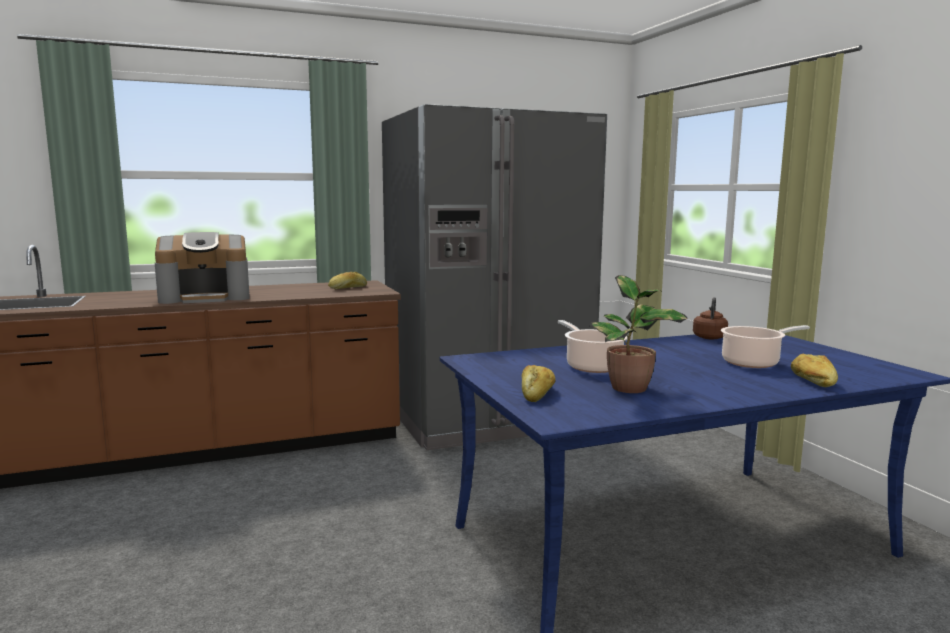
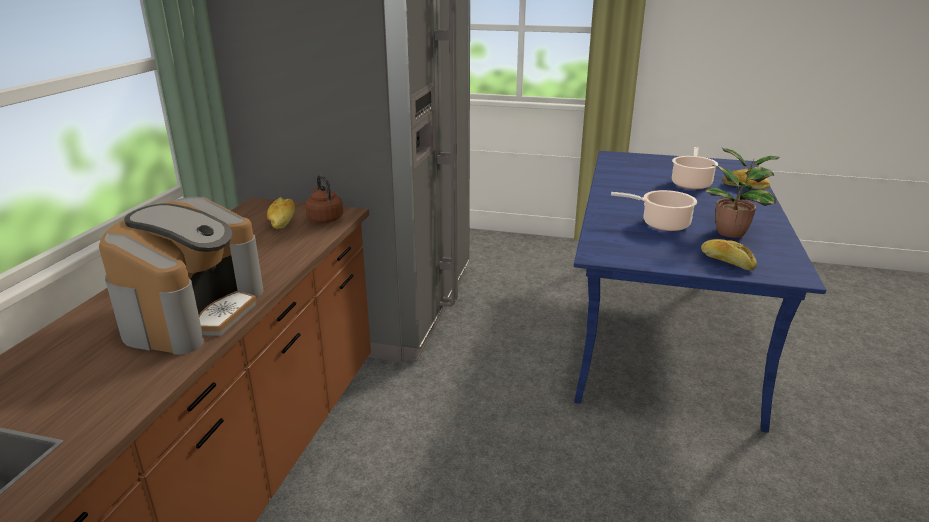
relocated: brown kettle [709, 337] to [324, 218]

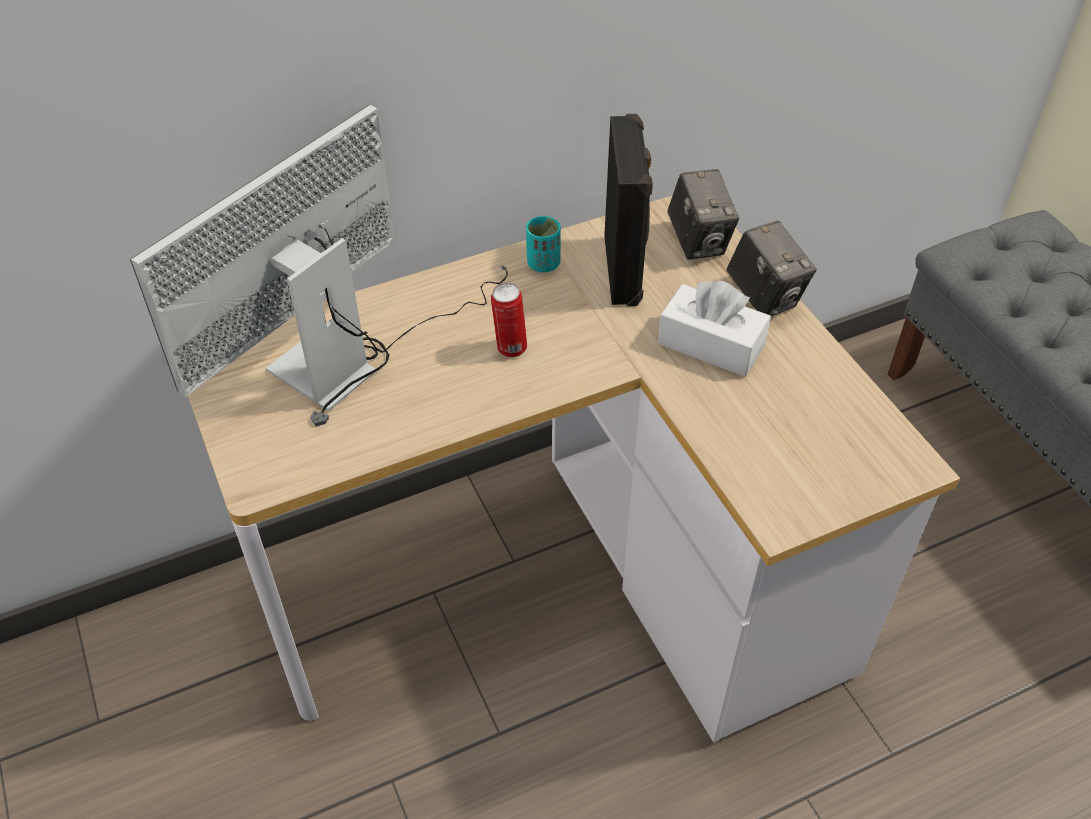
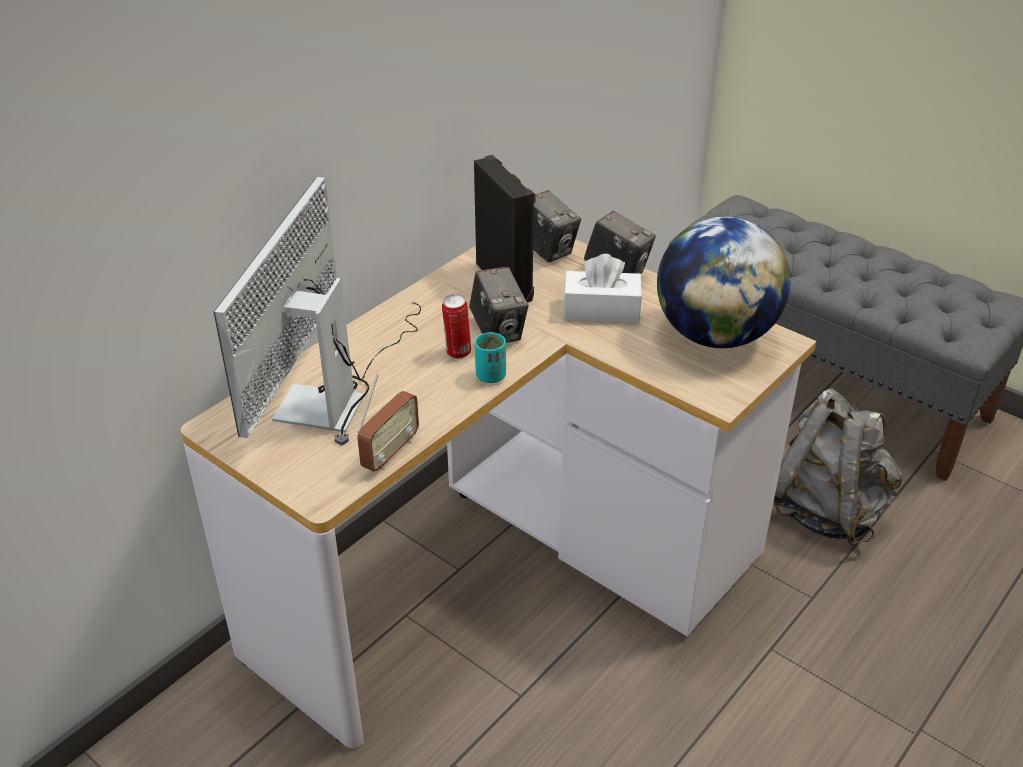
appeared: radio [390, 453]; photo camera [498, 331]; globe [715, 335]; grey backpack [827, 510]
relocated: turquoise cup [543, 264] to [490, 376]

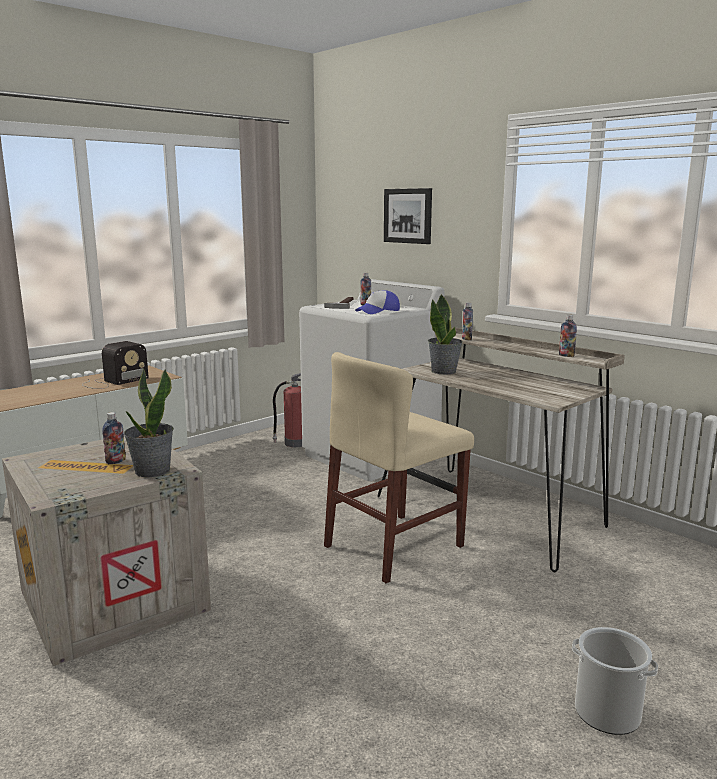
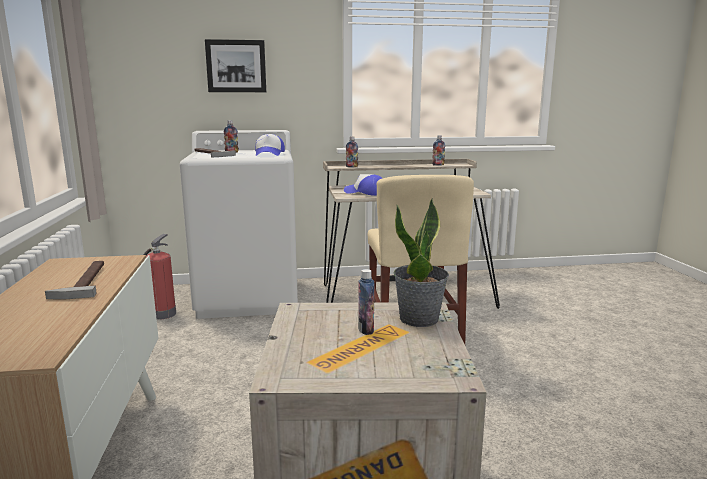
missing: bucket [607, 713]
exchanged: radio [113, 382] to hammer [82, 281]; potted plant [444, 371] to cap [365, 193]

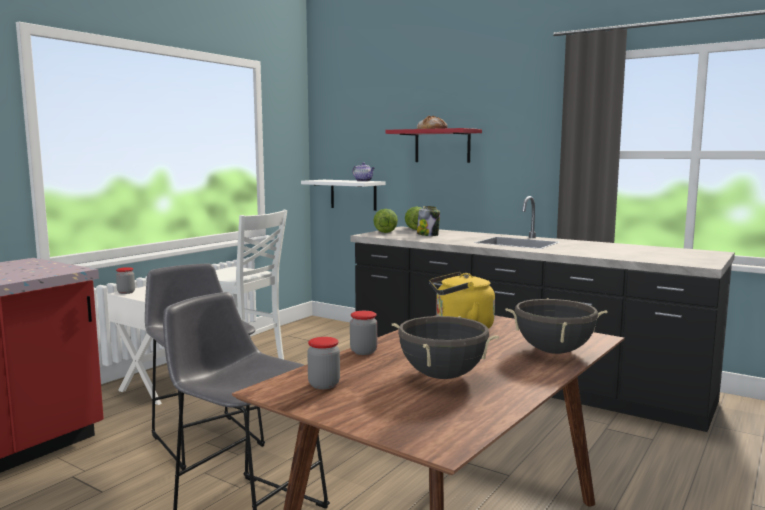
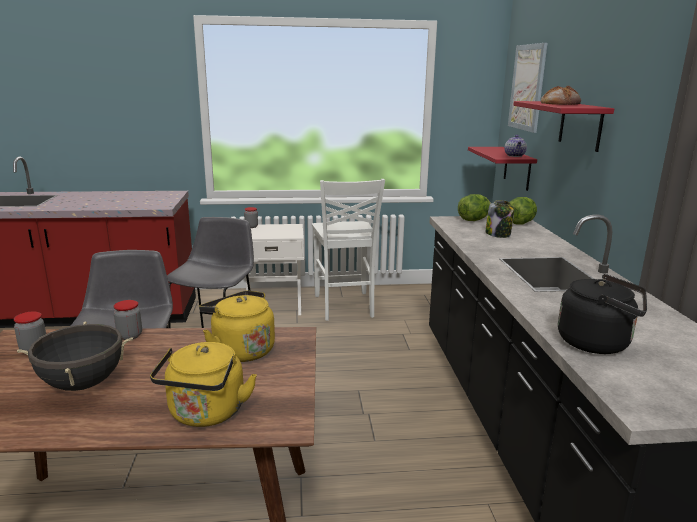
appeared: picture [527, 87]; black kettle [598, 343]
exchanged: black cooking pot [554, 351] to yellow kettle [206, 414]
colour: white shelf [353, 194] to red shelf [517, 168]

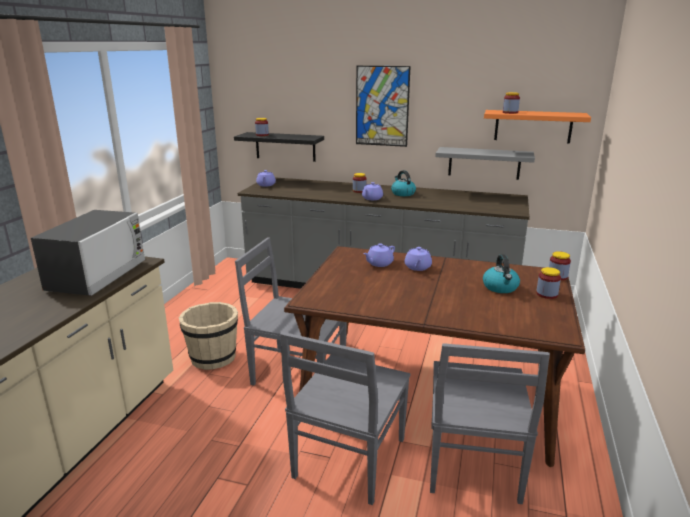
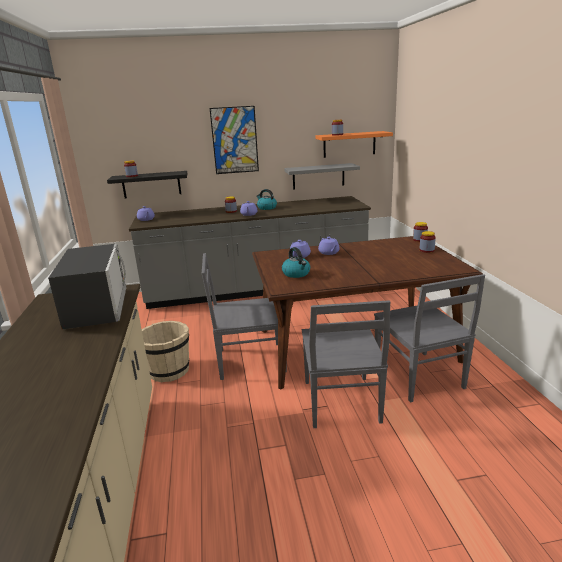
relocated: kettle [500, 287] to [296, 273]

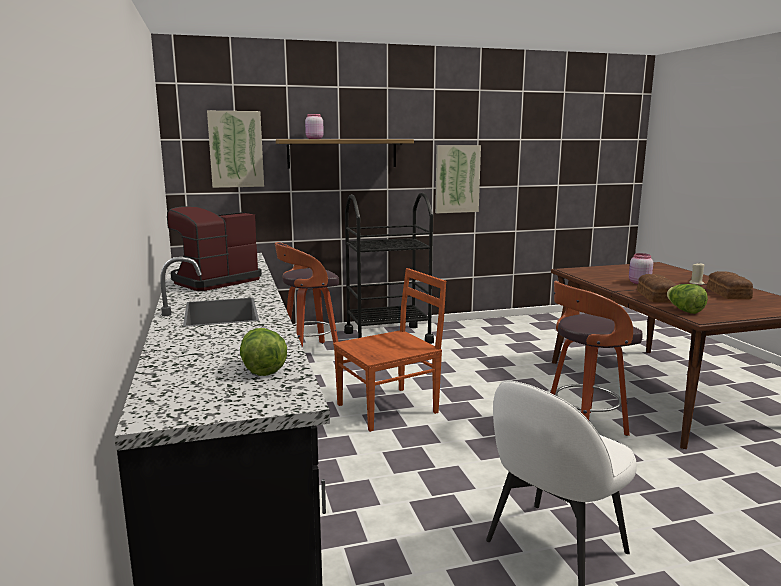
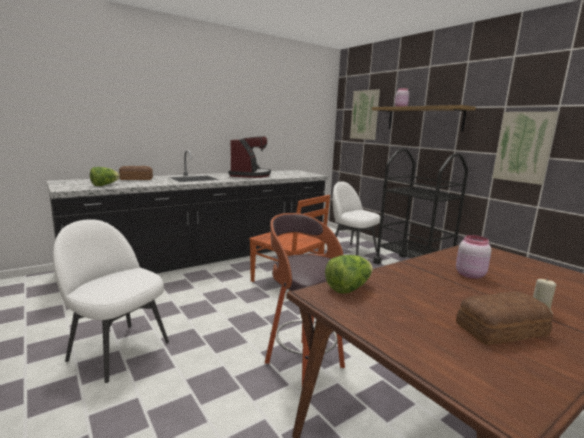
relocated: bread [656, 297] to [136, 179]
exchanged: stool [309, 352] to white chair [352, 251]
spun: coffee machine [213, 281] = [250, 175] 75 degrees clockwise

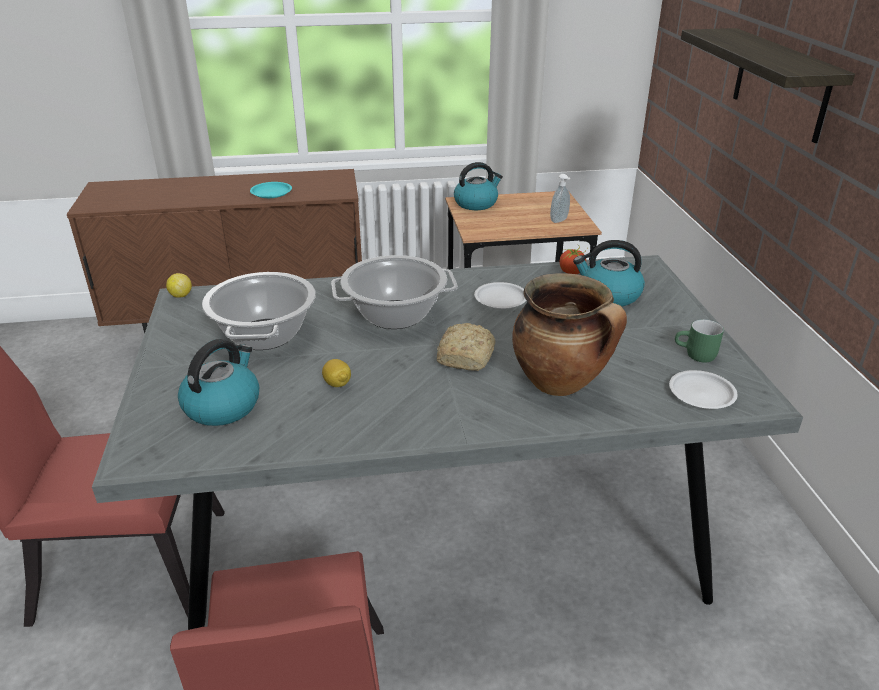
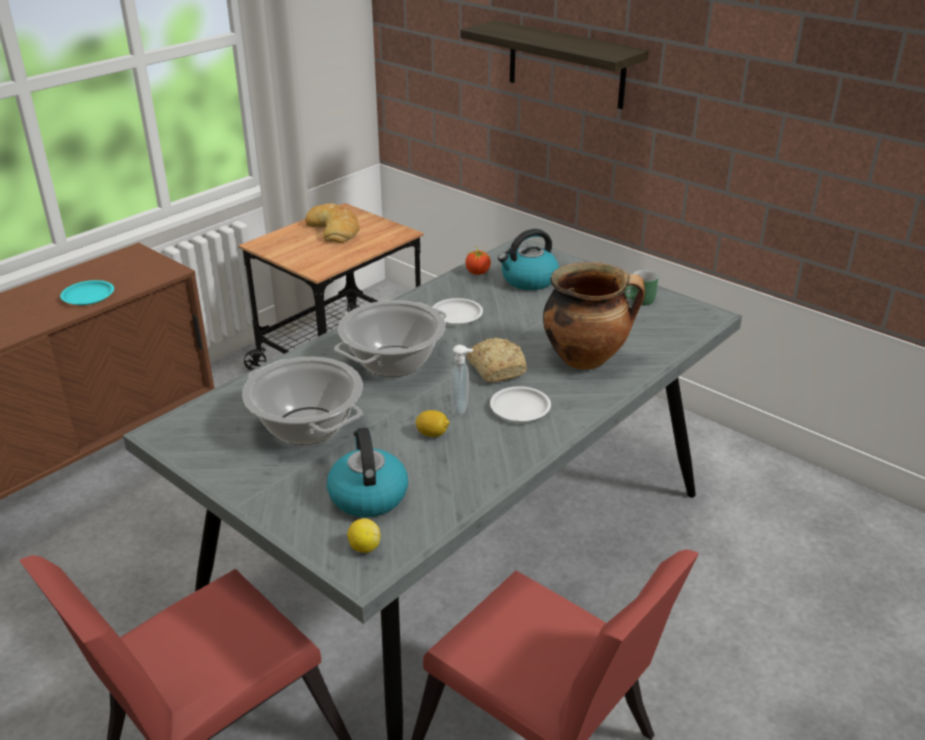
missing: kettle [476, 203]
appeared: bread [334, 229]
relocated: lemon [181, 295] to [364, 547]; soap dispenser [560, 221] to [461, 409]; white plate [701, 393] to [519, 408]

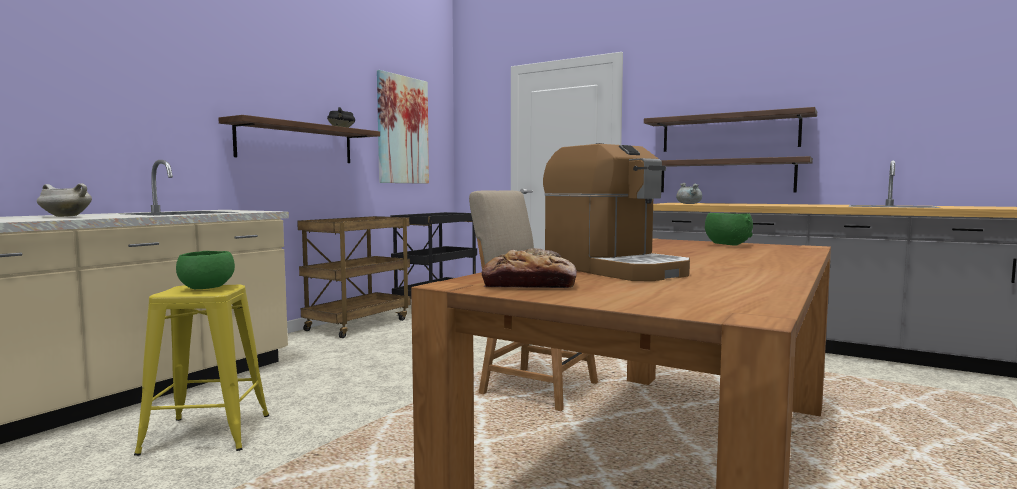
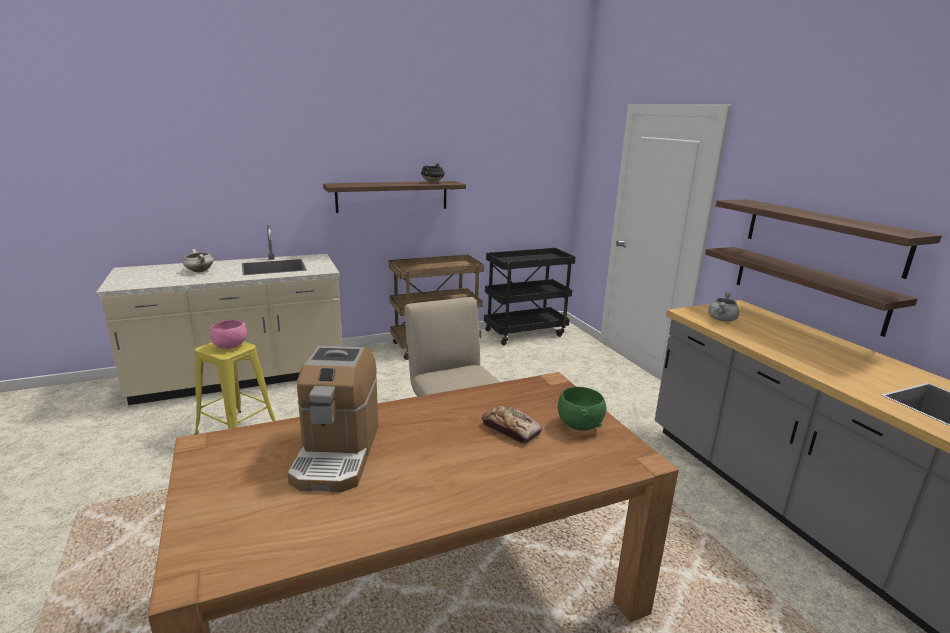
missing: picture [402, 130]
relocated: bread [529, 285] to [511, 430]
colour: green bowl [206, 288] to pink bowl [229, 346]

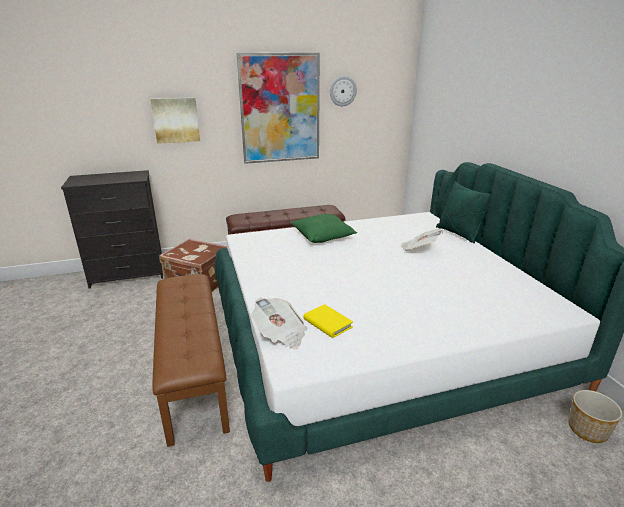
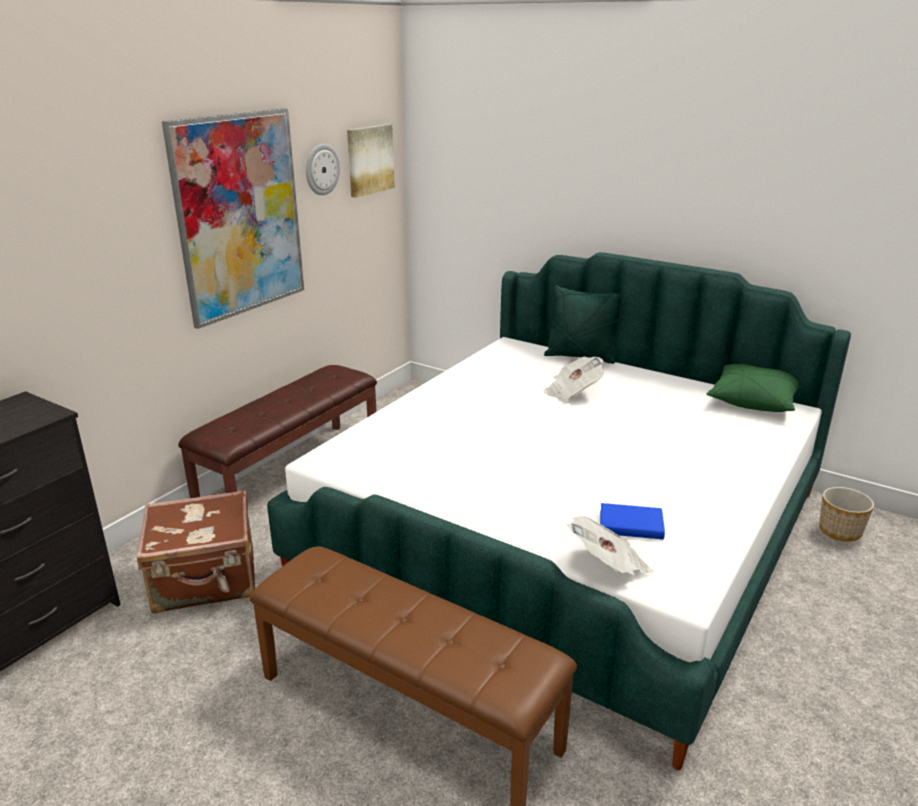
relocated: picture [176, 120] to [369, 160]; green pillow [323, 236] to [753, 400]
colour: yellow book [327, 323] to blue book [631, 525]

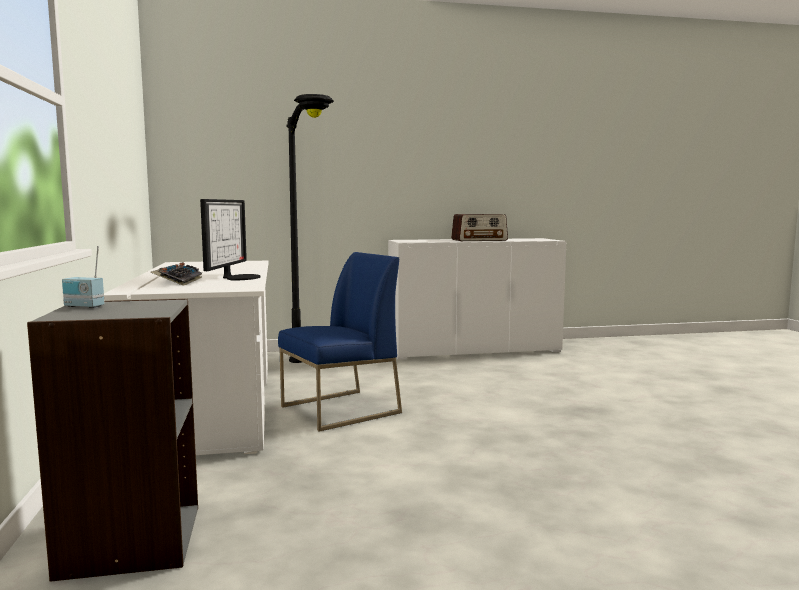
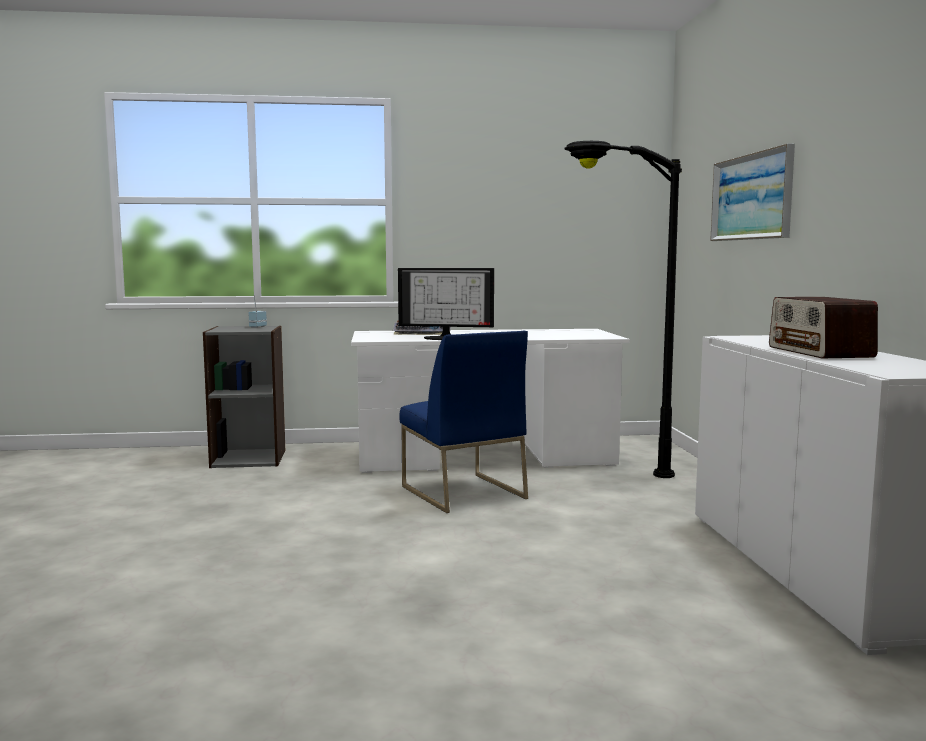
appeared: picture [751, 197]

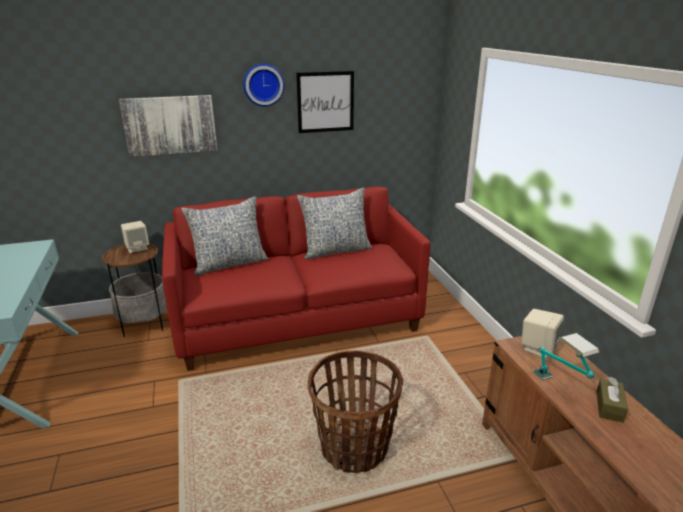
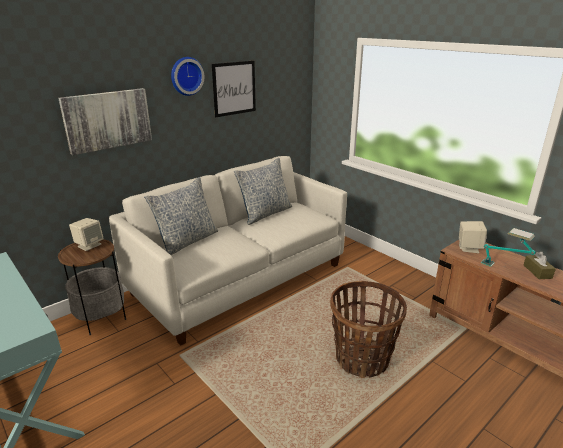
colour: red sofa [296, 319] to white sofa [239, 279]

